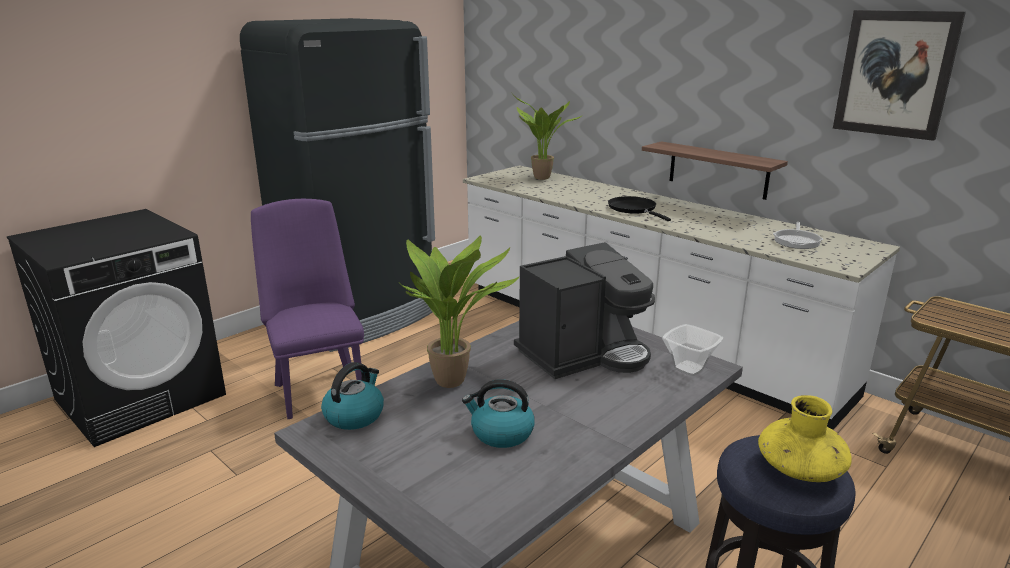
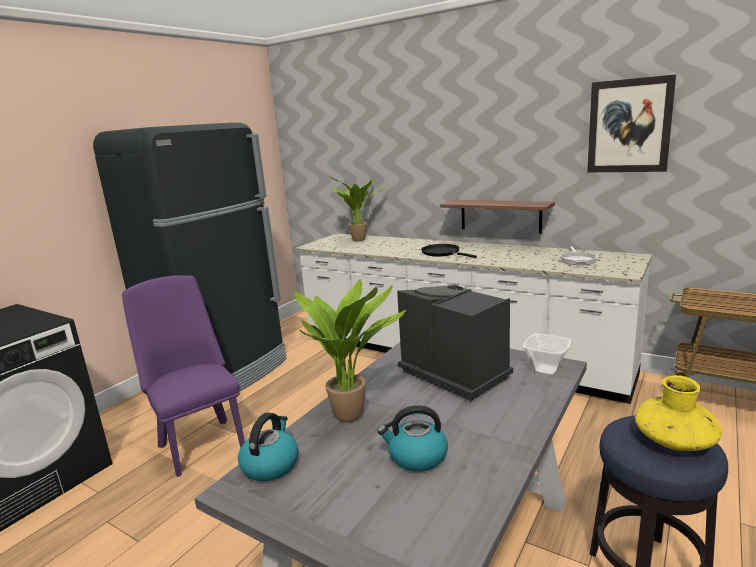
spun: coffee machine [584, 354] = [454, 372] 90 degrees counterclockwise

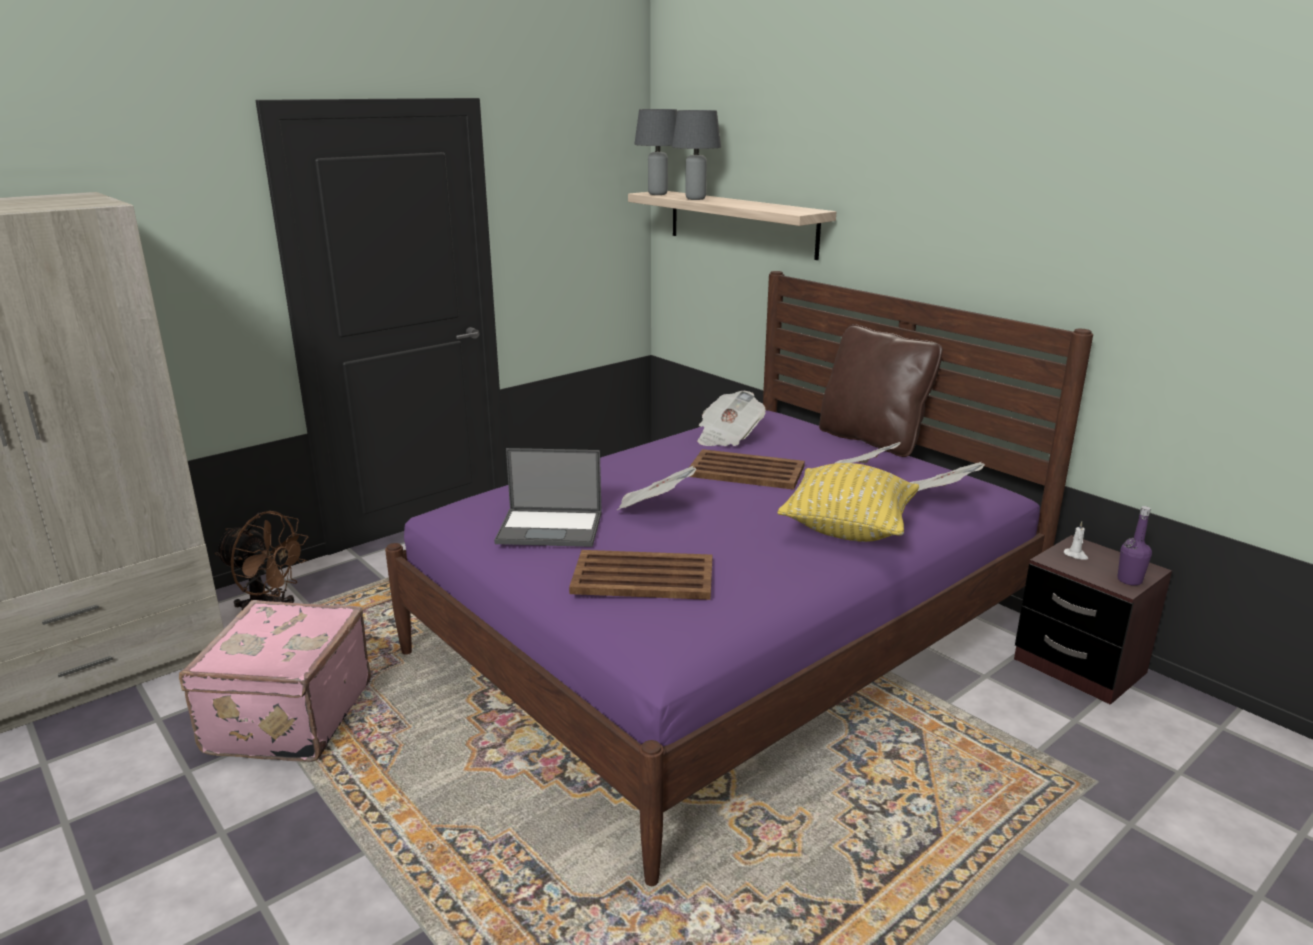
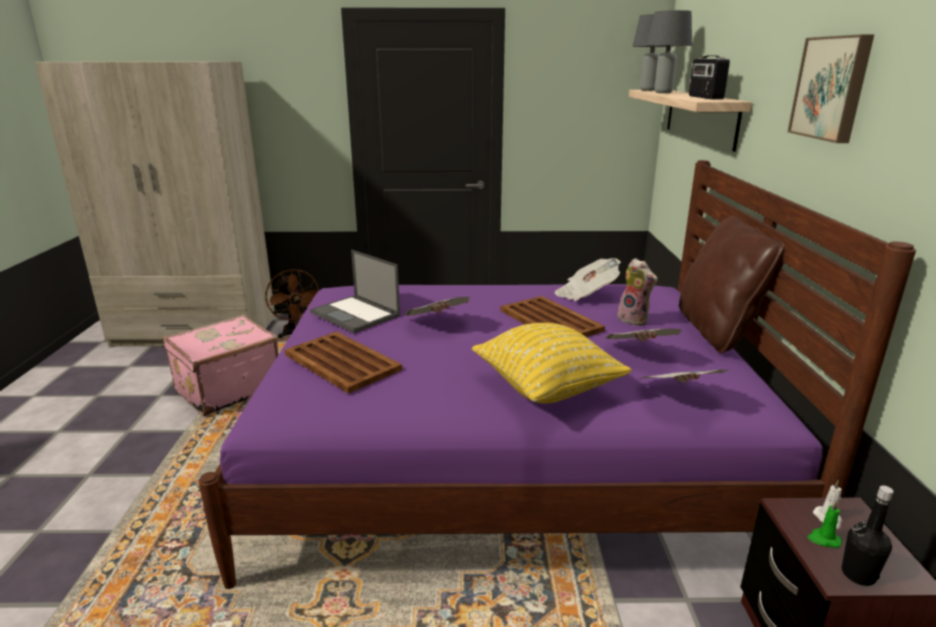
appeared: plush toy [634, 320]; radio [704, 97]; picture [832, 88]; green candle [823, 539]
colour: purple bottle [1129, 580] to black bottle [858, 575]

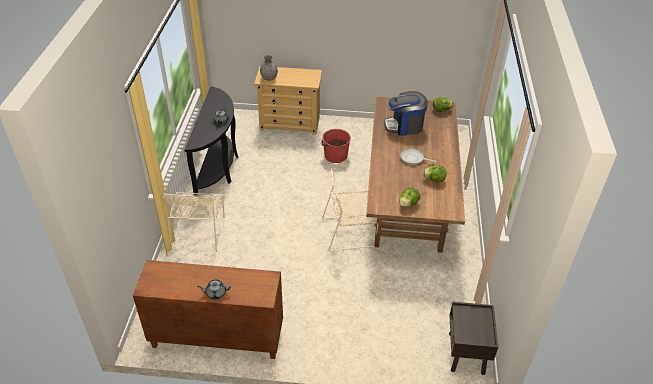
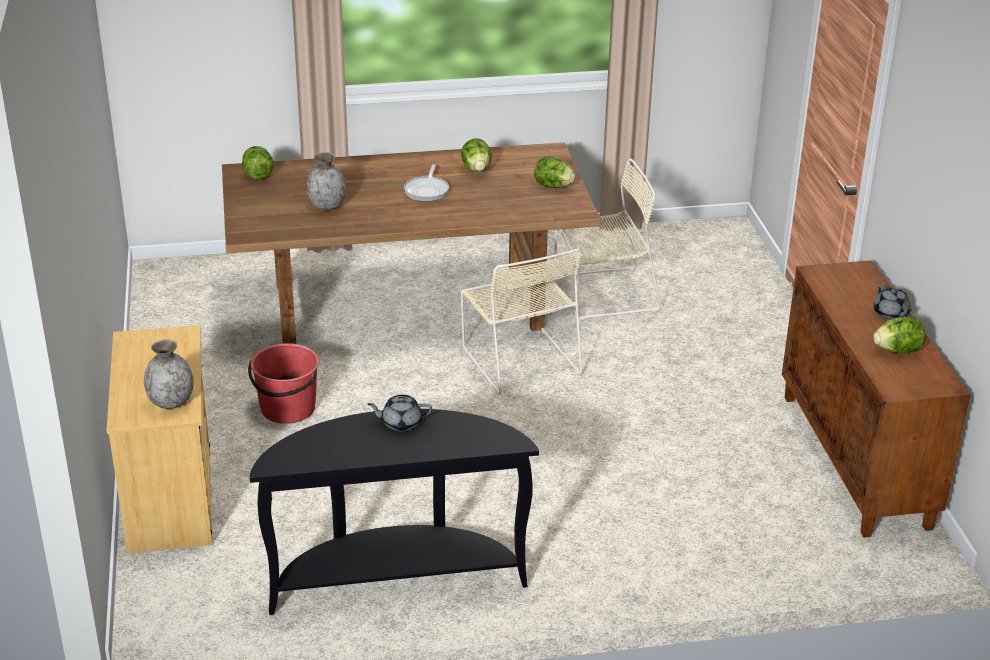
missing: brown nightstand [466, 354]
appeared: lettuce [897, 350]
relocated: beige chair [199, 232] to [602, 293]
exchanged: coffee machine [404, 126] to grey vase [327, 206]

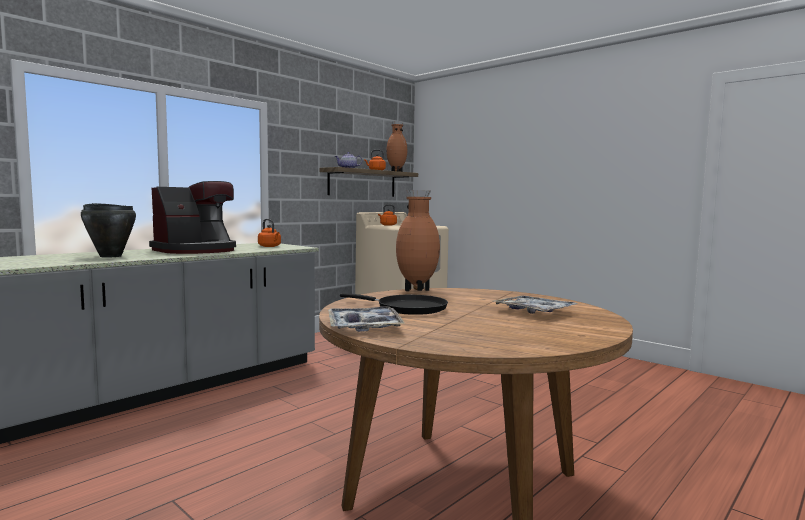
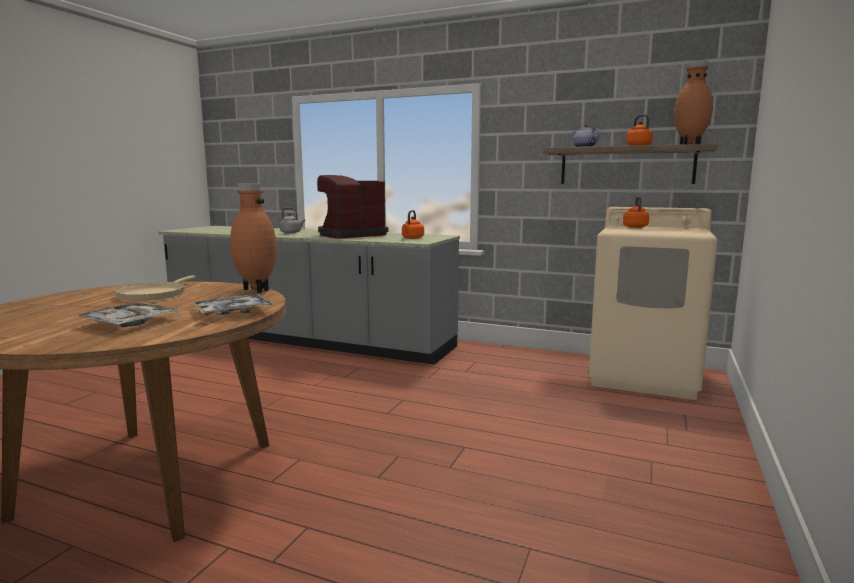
relocated: tray [364, 326] to [233, 312]
exchanged: black cooking pot [111, 256] to grey kettle [292, 233]
colour: black frying pan [407, 308] to beige frying pan [154, 294]
spun: coffee machine [196, 250] = [350, 235] 120 degrees clockwise

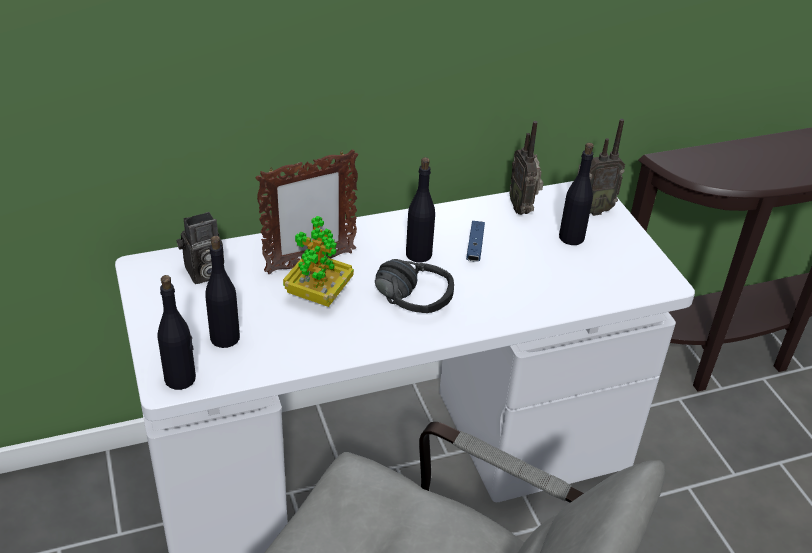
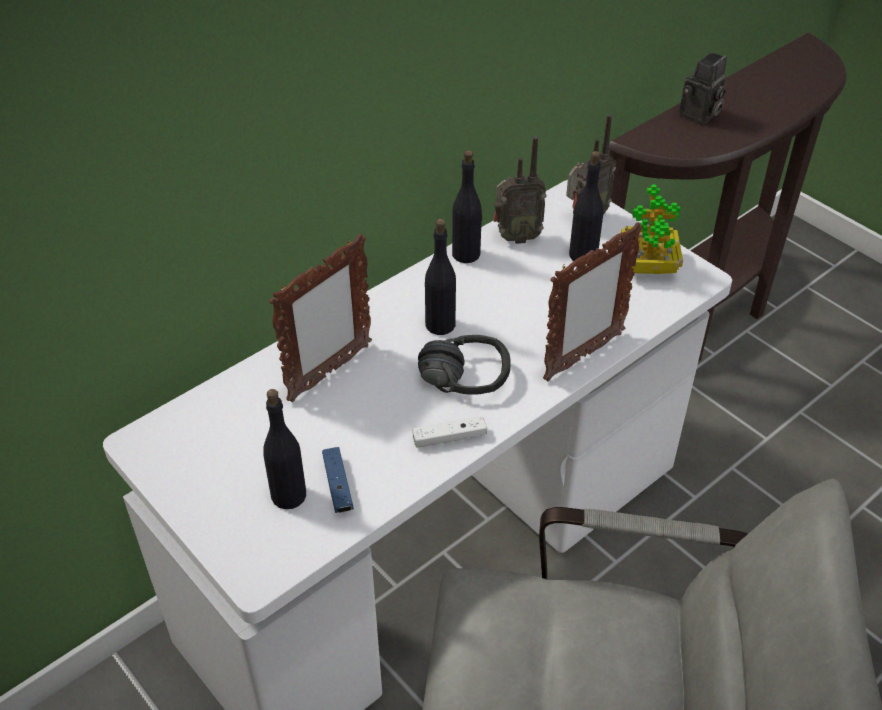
appeared: white game controller [449, 438]; picture frame [583, 357]
relocated: blue game controller [475, 247] to [338, 486]; black bottle [180, 379] to [466, 254]; potted plant [319, 294] to [648, 266]; photo camera [203, 273] to [699, 116]
spun: radio [522, 208] = [516, 237] 60 degrees counterclockwise

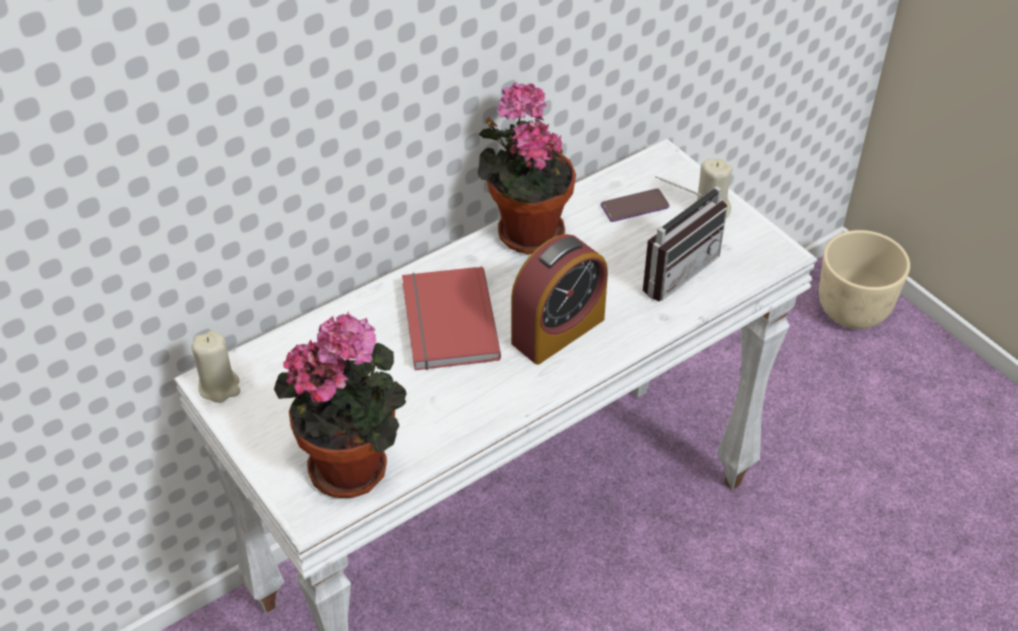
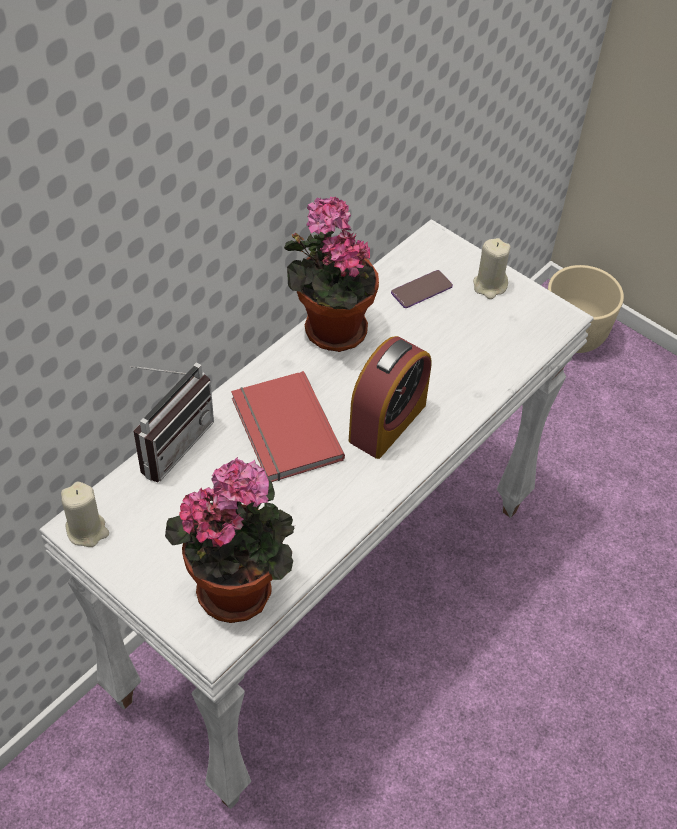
relocated: radio [673, 268] to [169, 442]

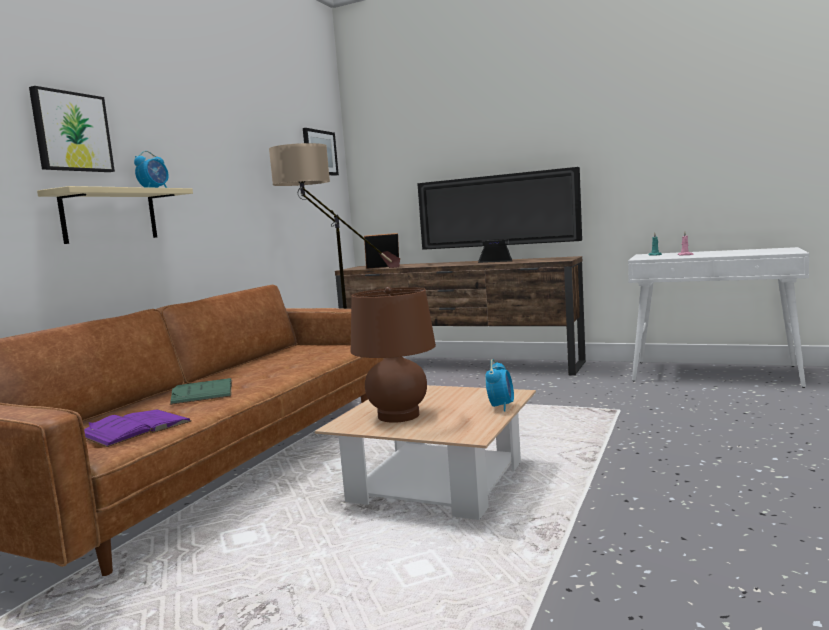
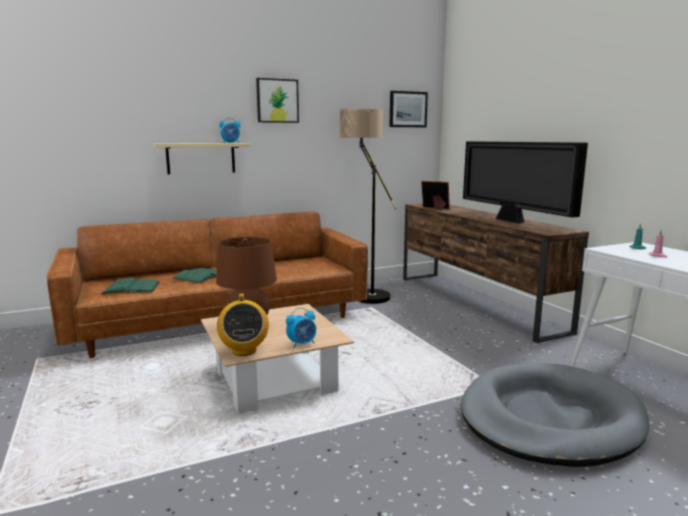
appeared: radio [244, 350]; grey dog bed [549, 419]
relocated: picture [71, 132] to [277, 101]
colour: purple book [135, 428] to green book [131, 288]

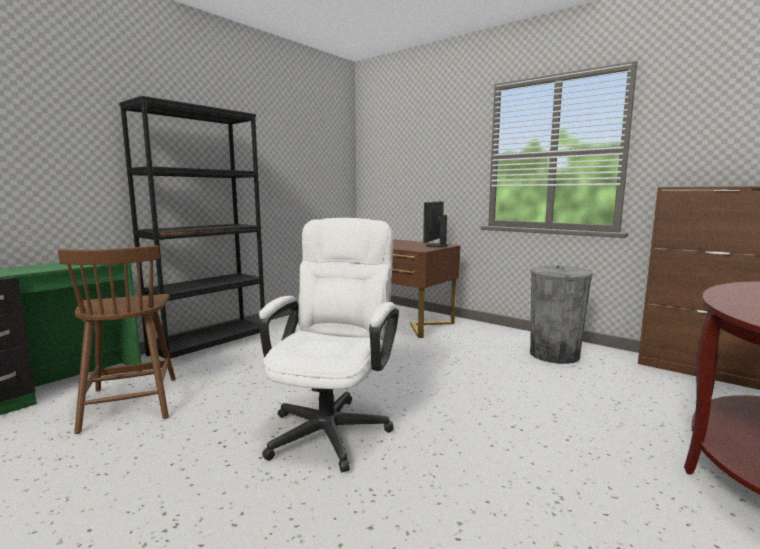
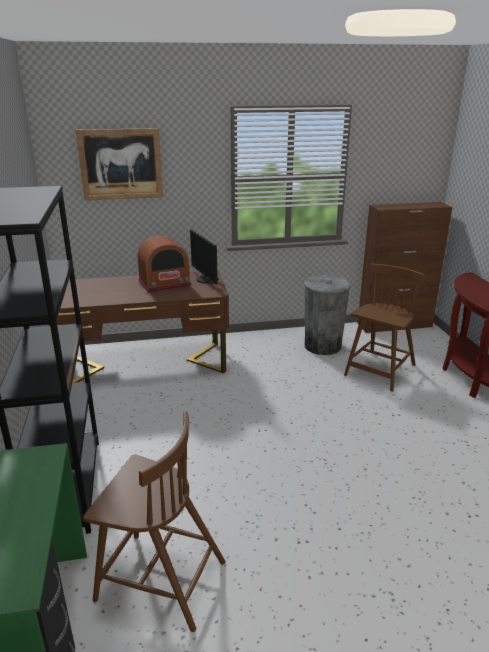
missing: white office chair [333, 426]
appeared: picture [121, 164]; radio [164, 283]; brown chair [380, 371]

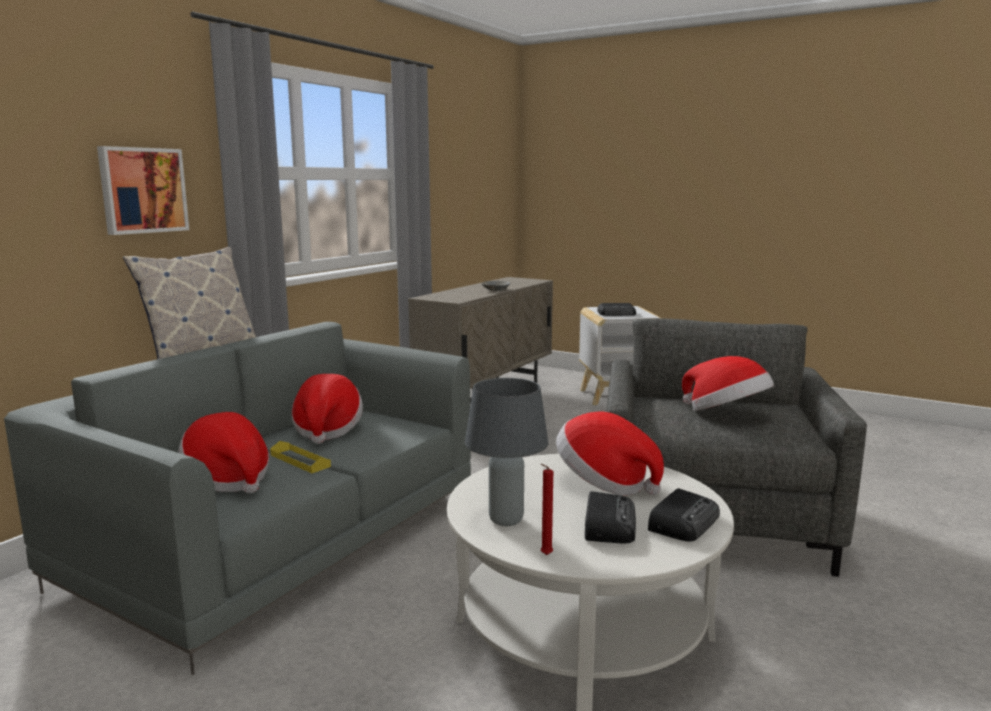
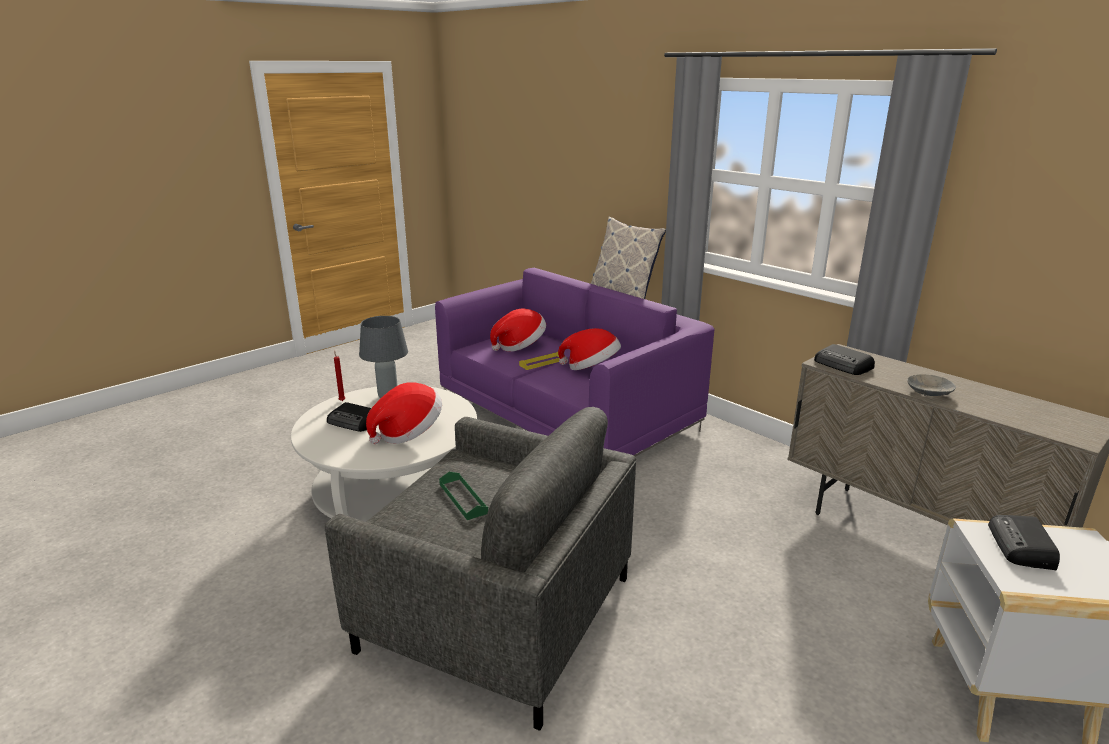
missing: picture [142, 190]
relocated: radio [683, 522] to [843, 365]
exchanged: hat [726, 414] to green tray [463, 498]
colour: grey sofa [280, 538] to purple sofa [567, 413]

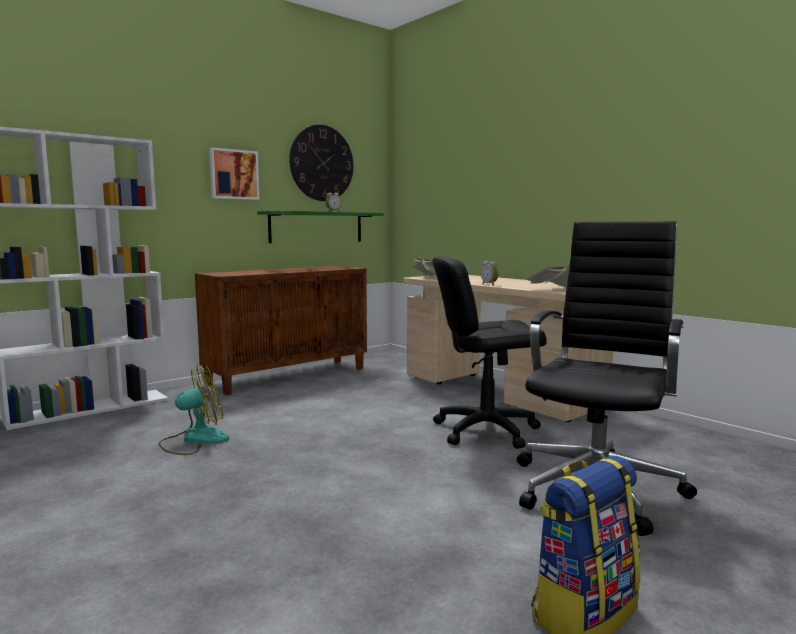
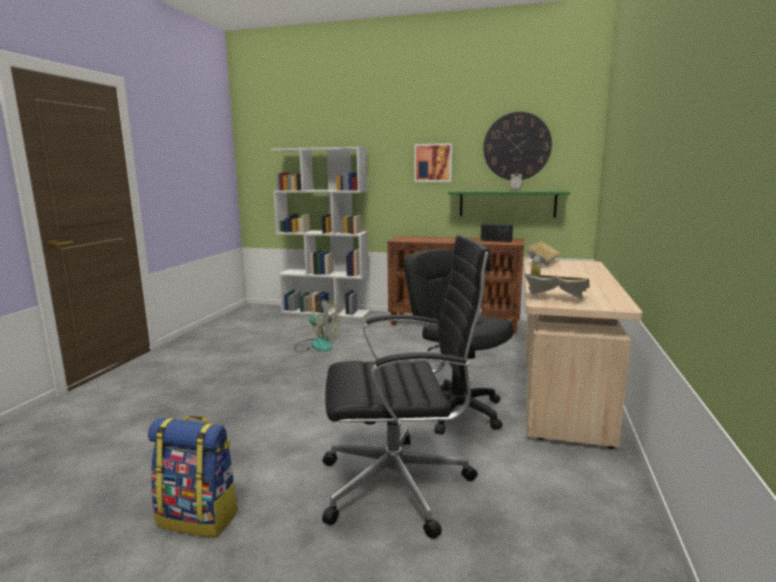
appeared: radio [496, 241]

